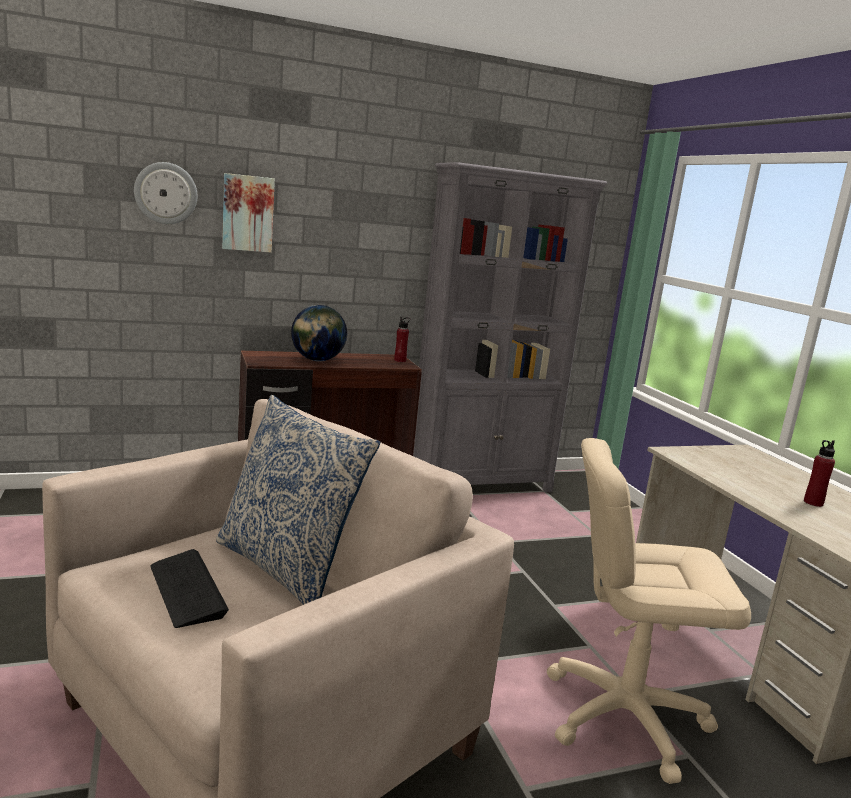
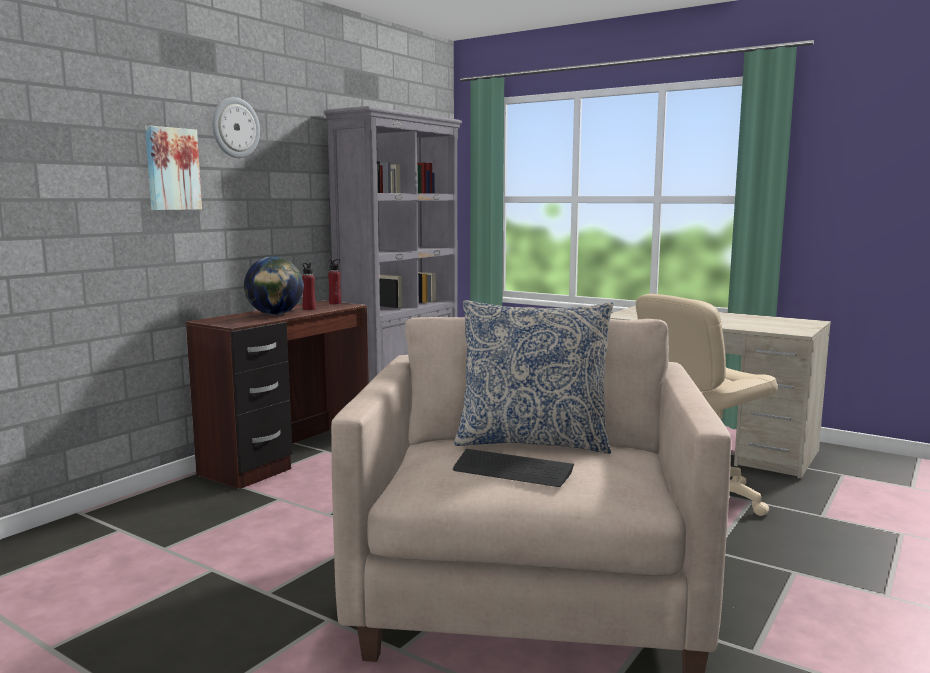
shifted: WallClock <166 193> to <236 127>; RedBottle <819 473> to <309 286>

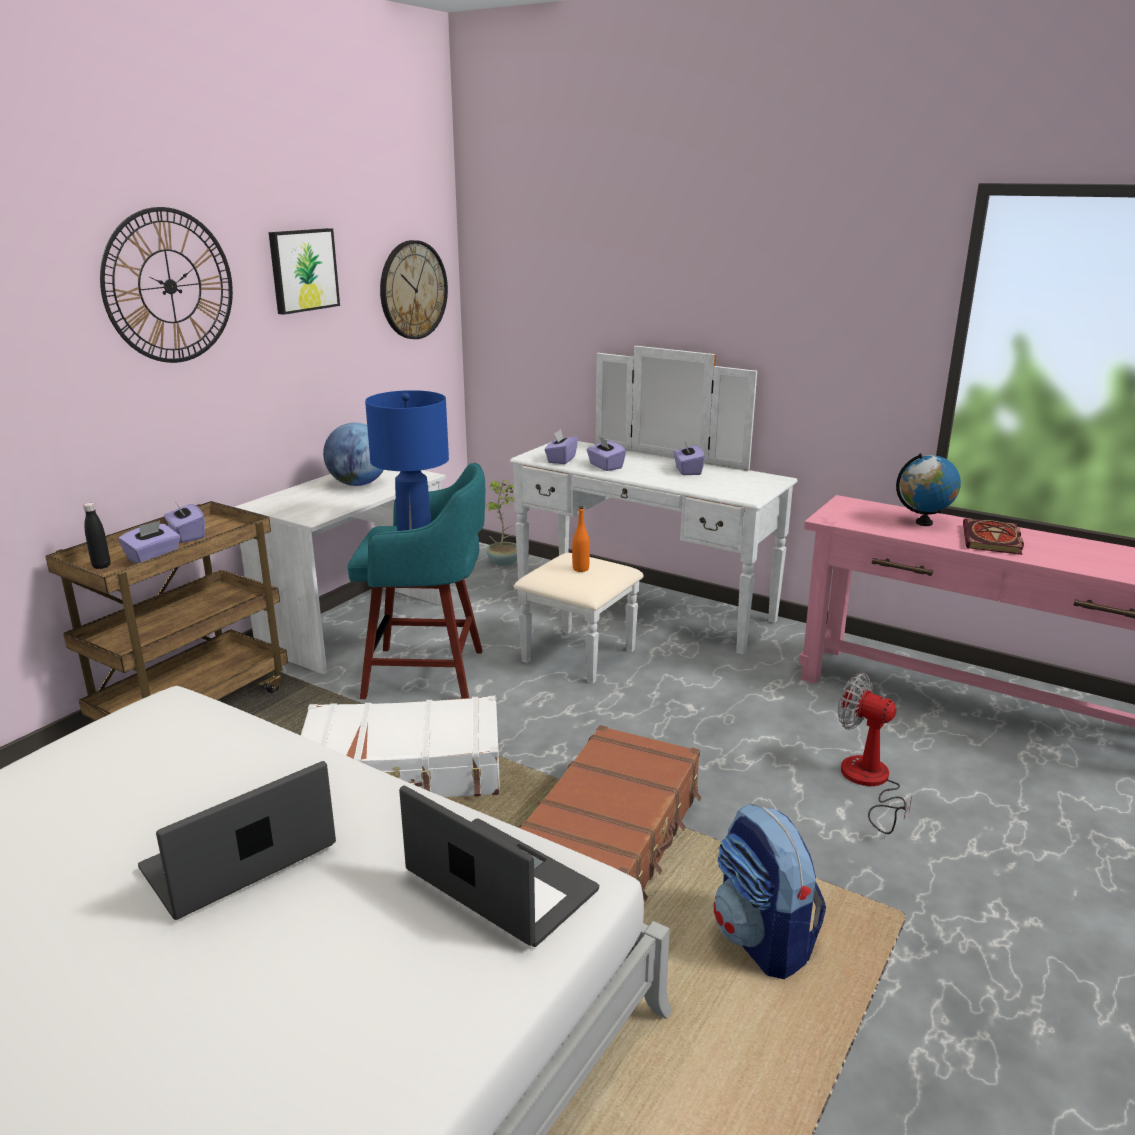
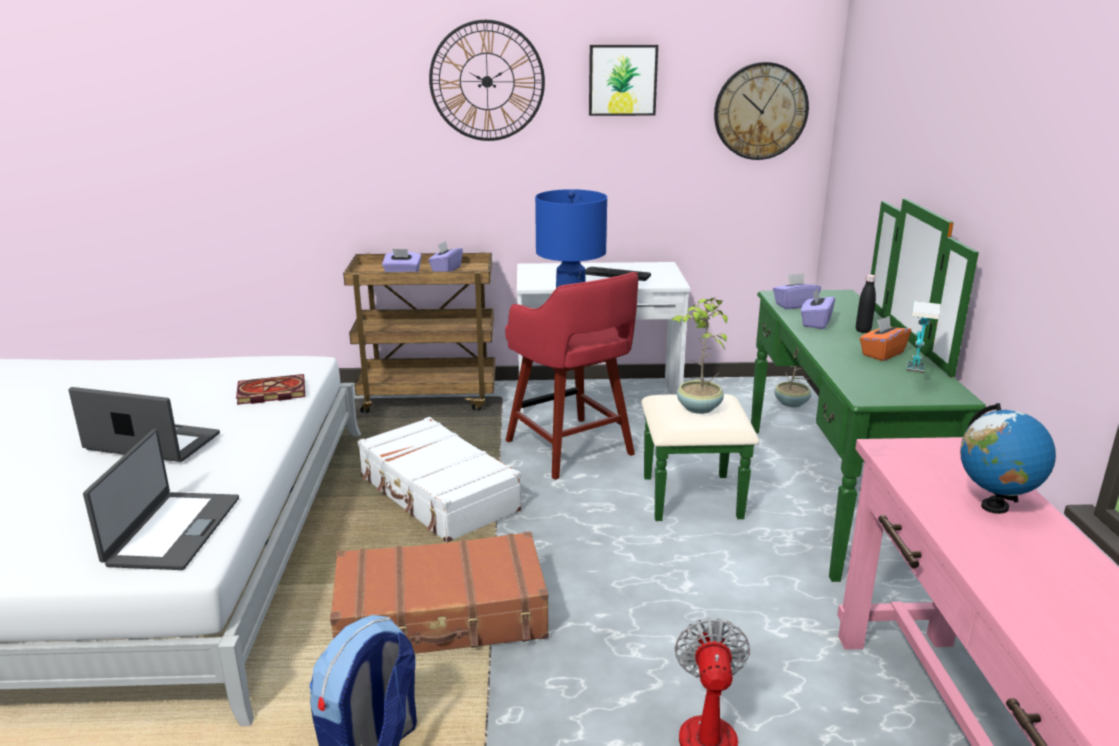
new: TableLamp <923 337>
shifted: Book <993 536> to <270 389>; BlackBottle <96 536> to <866 304>
swapped: Globe <353 454> to Keyboard <618 274>; OrangeBottle <581 539> to PottedPlant <700 355>
repainted: TurquoiseStool <416 581> to RedStool <571 376>; WhiteDresser <653 515> to GreenDresser <813 390>; PurpleTissueBox <689 458> to OrangeTissueBox <885 338>

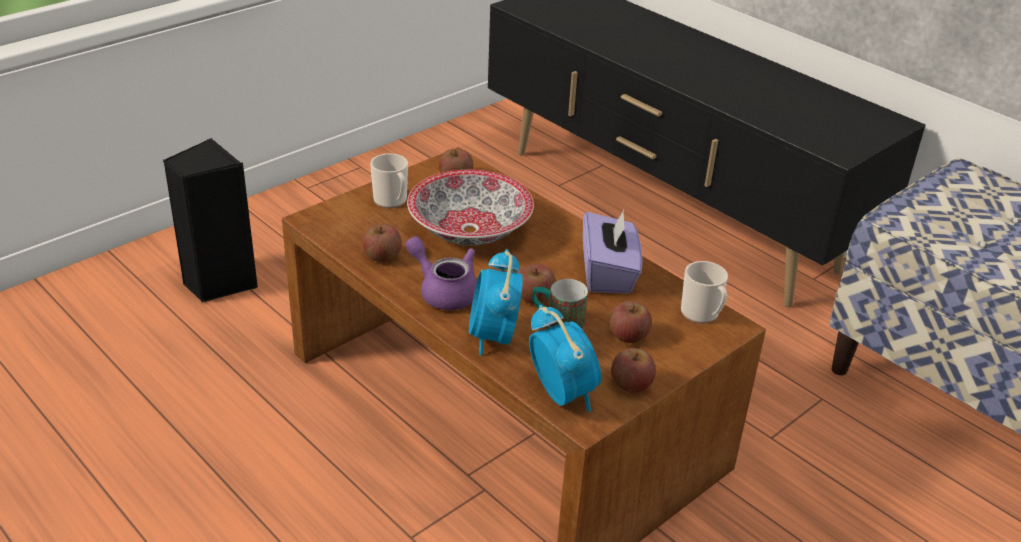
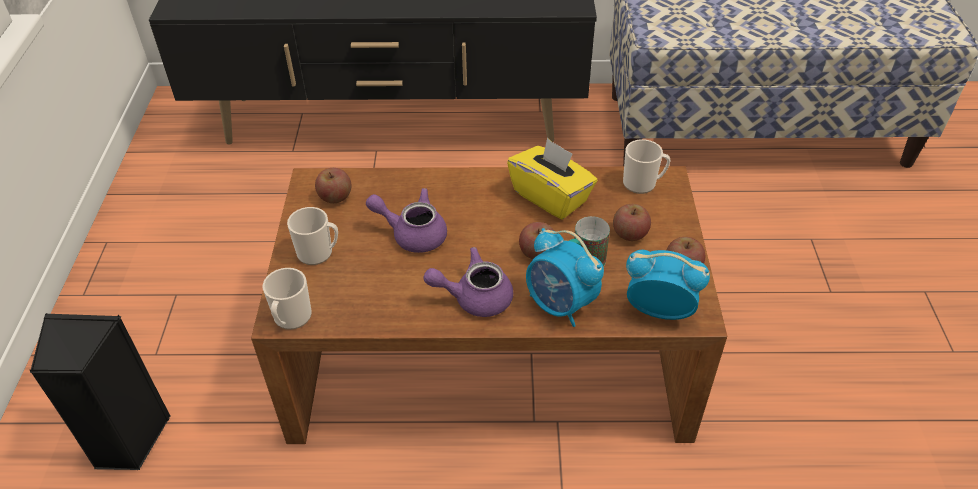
gone: Apple <382 243>
new: Mug <287 299>
swapped: Bowl <470 207> to PurpleTeapot <406 220>
repainted: PurpleTissueBox <612 252> to YellowTissueBox <552 178>

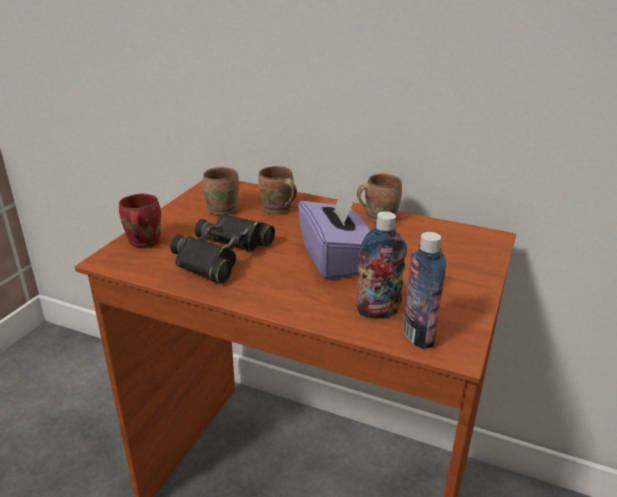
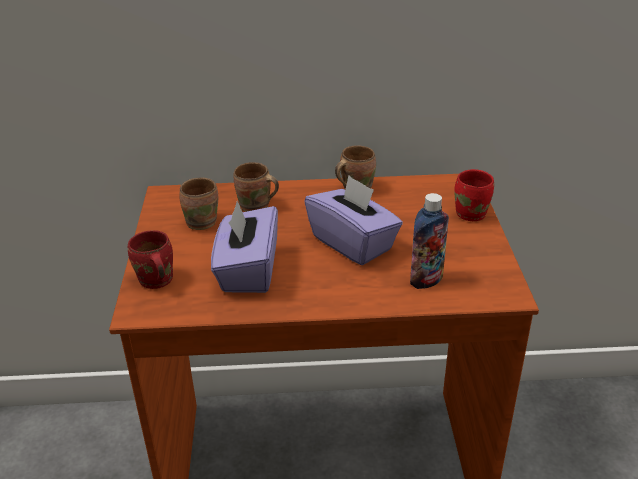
gone: Bottle <424 290>
new: RedMug <474 195>
swapped: BlackBinoculars <222 248> to PurpleTissueBox <244 247>

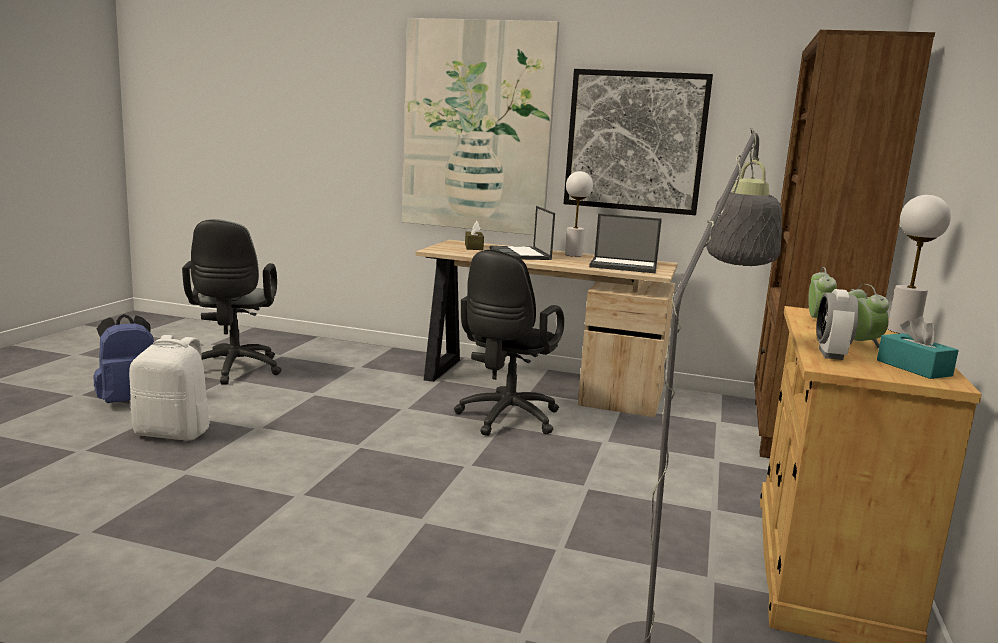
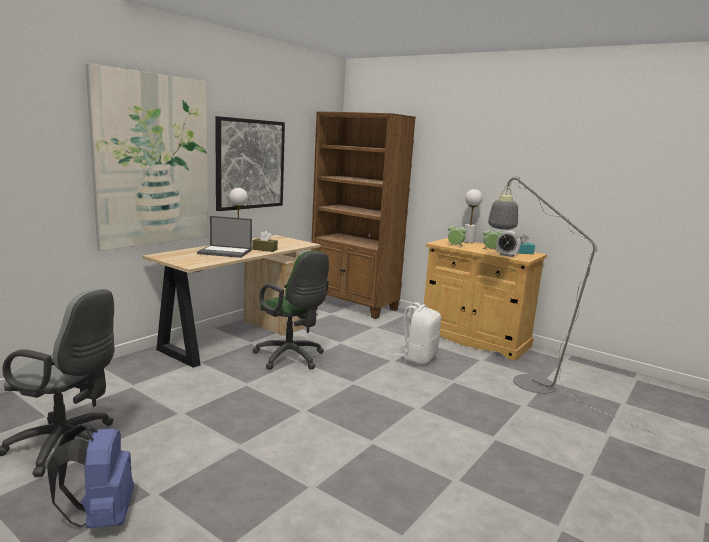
gone: Laptop <625 243>
shifted: BrownTissueBox <474 235> to <265 241>; WhiteBackpack <169 388> to <418 333>
repainted: BlackOfficeChair <509 343> to GreenOfficeChair <290 310>

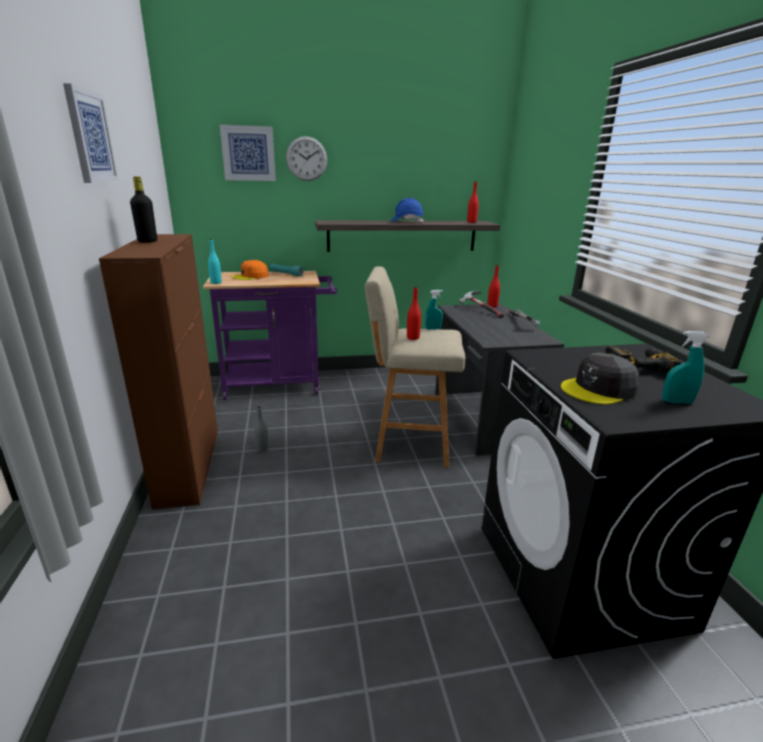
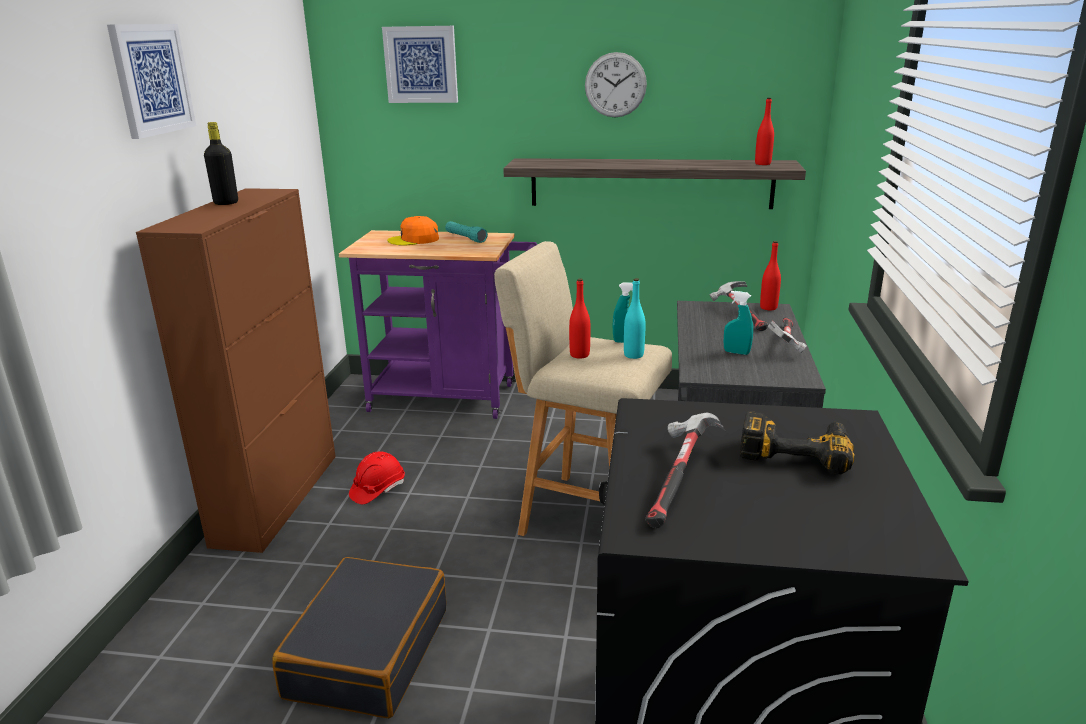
gone: BlueHardHat <407 210>
new: BlackSuitcase <359 637>
shifted: WallClock <306 158> to <616 84>; TurquoiseBottle <215 261> to <635 318>; TurquoiseSprayBottle <685 367> to <738 323>
swapped: GreyBottle <261 429> to RedHardHat <377 477>; GreyCap <600 379> to Hammer <685 470>

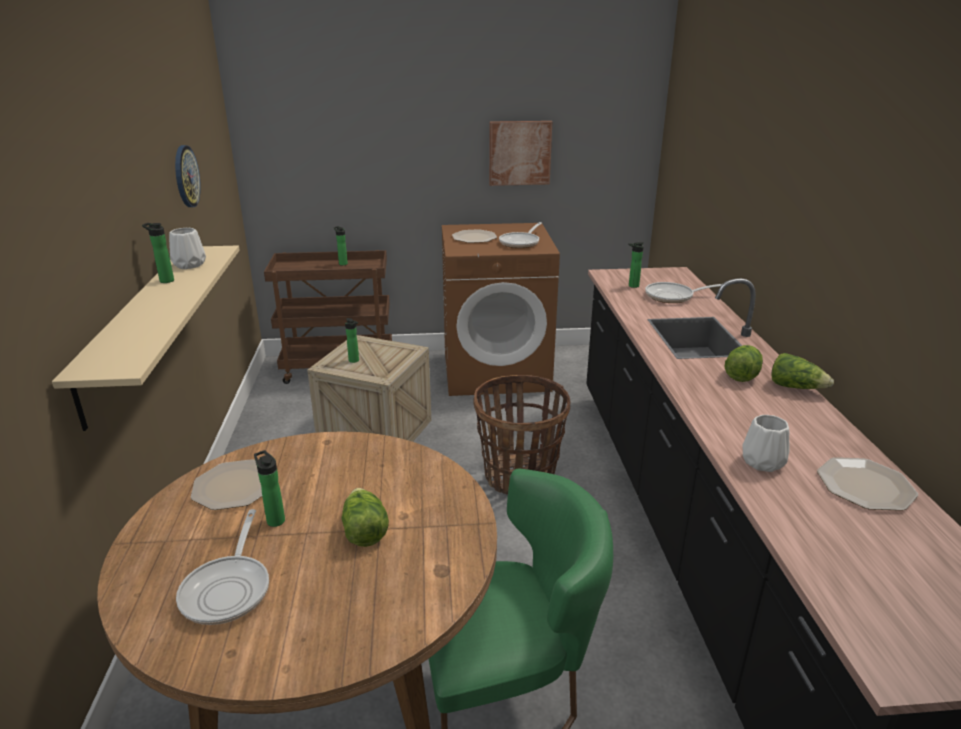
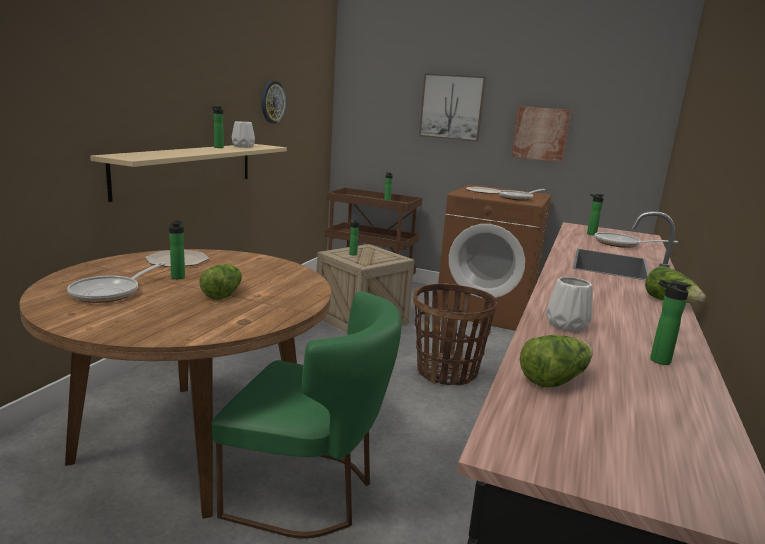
new: Picture <452 107>
shifted: Lettuce <744 363> to <556 361>
swapped: Plate <867 484> to Bottle <670 322>

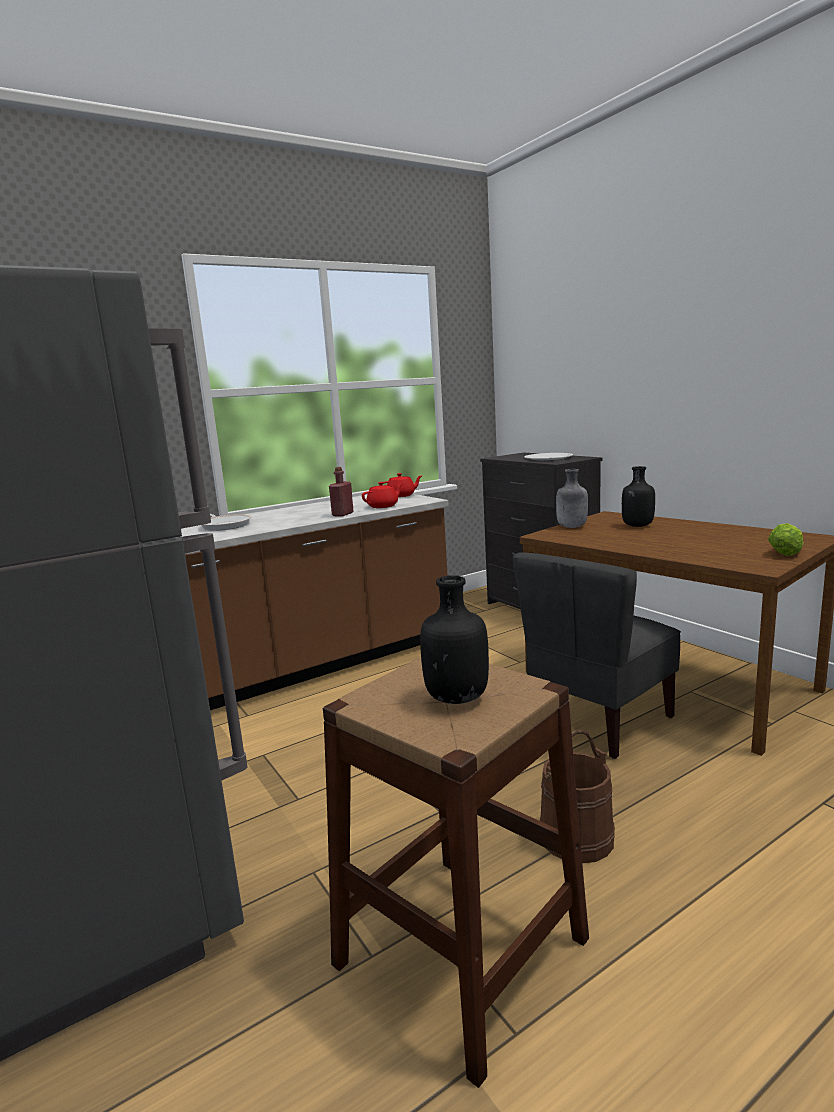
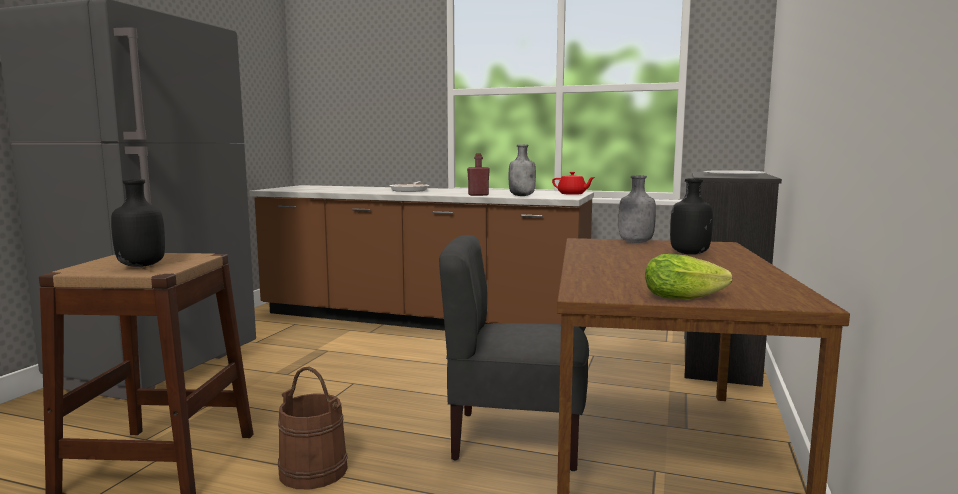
swapped: RedTeapot <382 495> to GreyBottle <522 170>

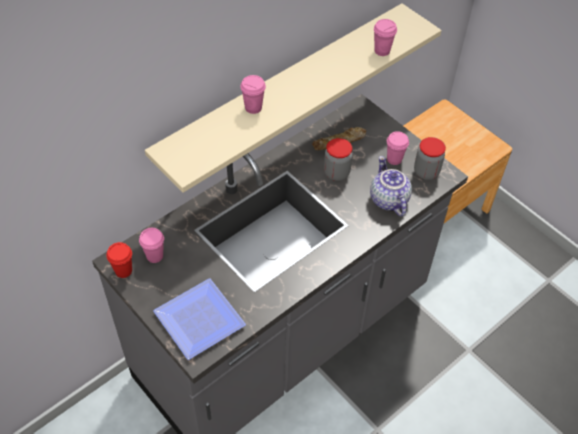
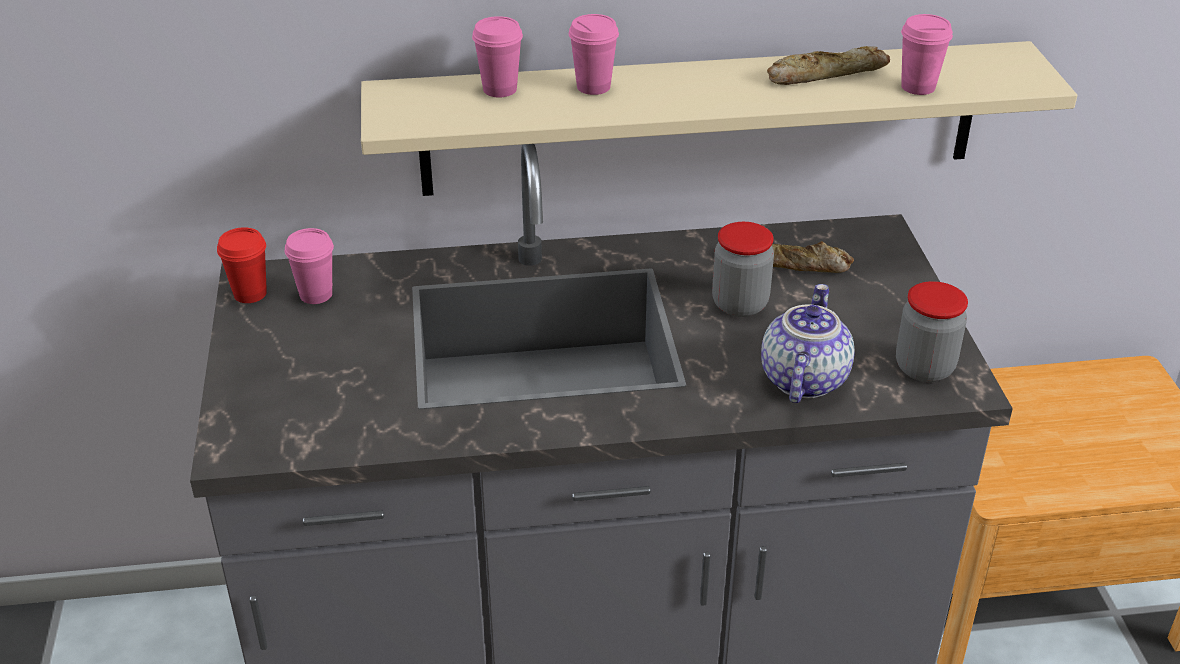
gone: Plate <199 319>
new: Bread <828 65>
shifted: PinkCup <398 148> to <497 56>

